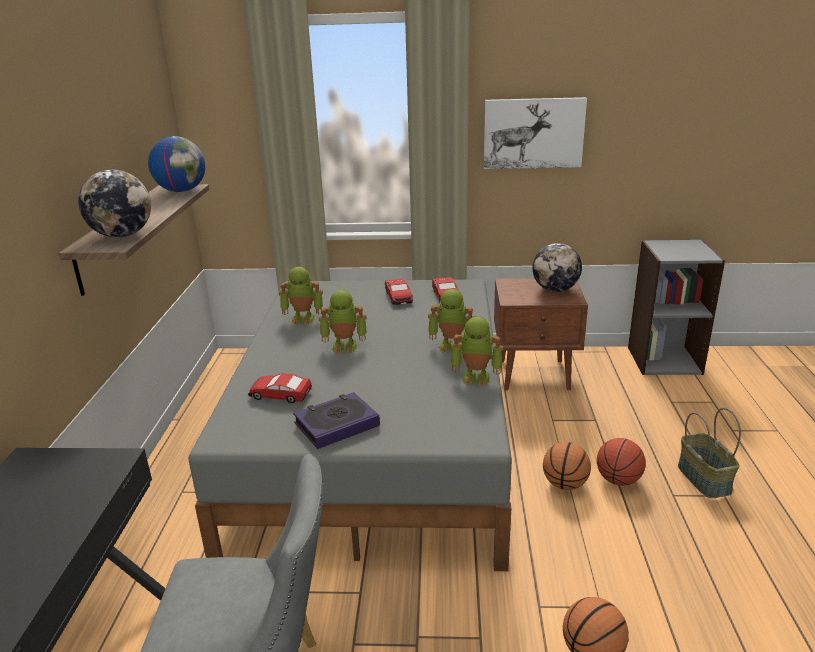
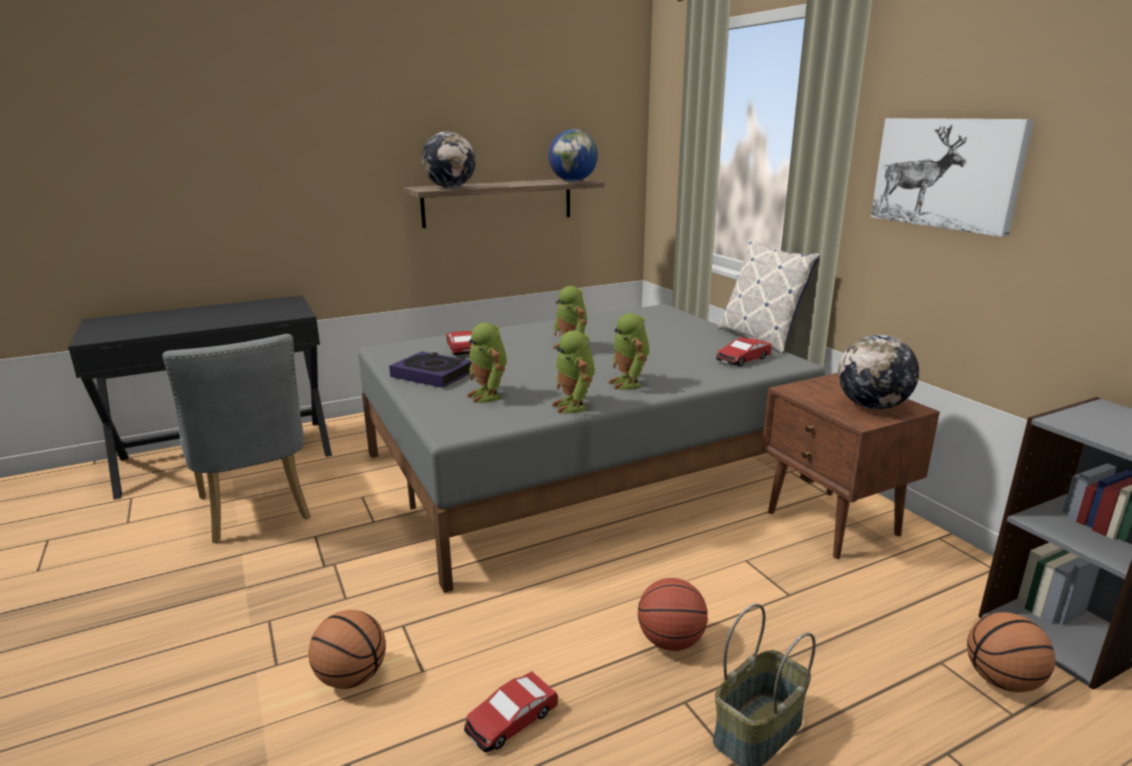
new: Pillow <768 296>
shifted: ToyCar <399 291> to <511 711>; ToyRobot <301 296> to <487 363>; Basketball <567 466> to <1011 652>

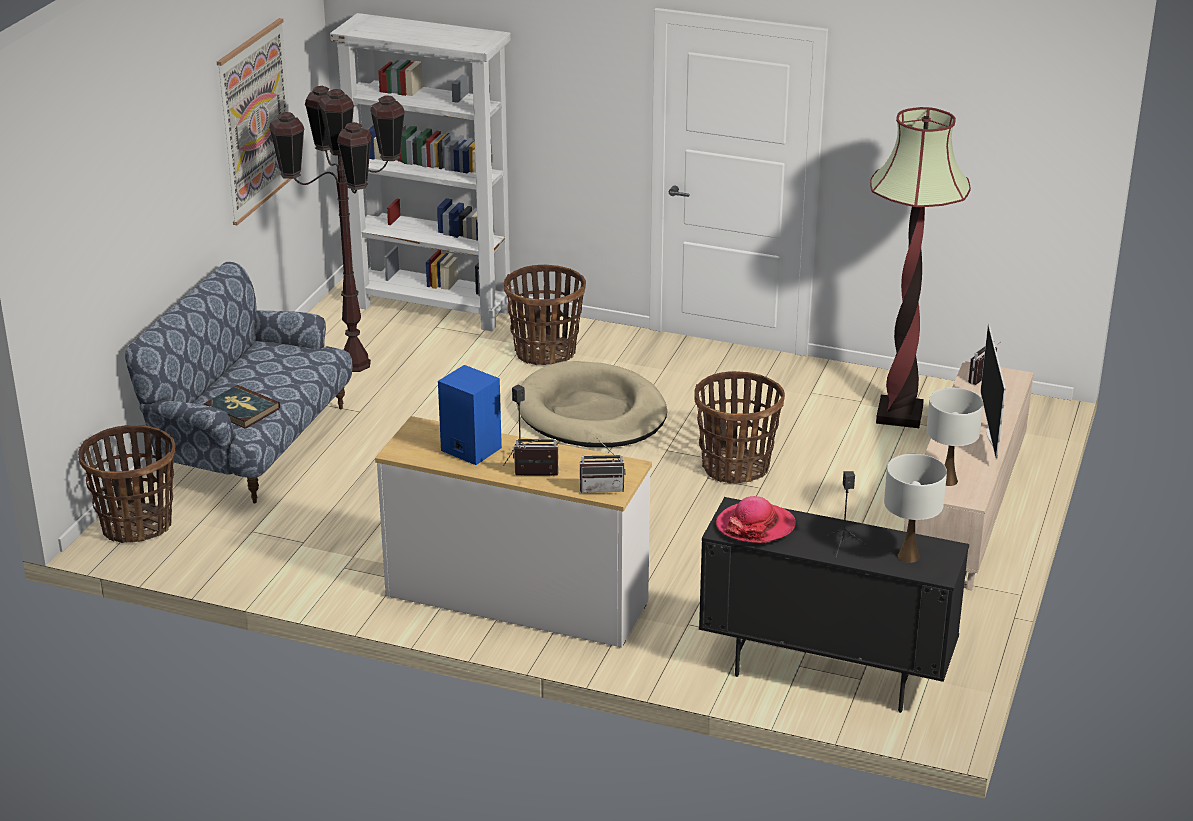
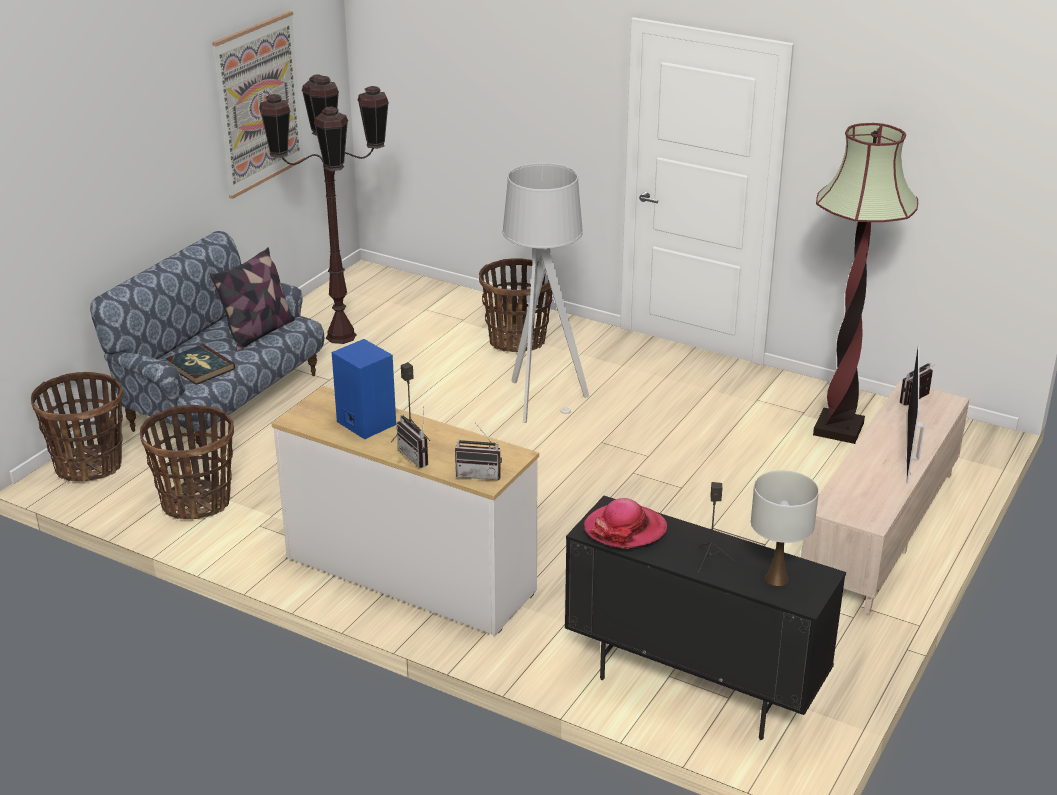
gone: WhiteBookcase <422 172>; WhiteTableLamp <954 437>
new: Pillow <252 299>
shifted: Basket <739 427> to <187 462>
swapped: BeigeDogBed <591 404> to GreyFloorLamp <545 293>
rotated: Radio <535 457> = <412 437> 135 degrees counterclockwise

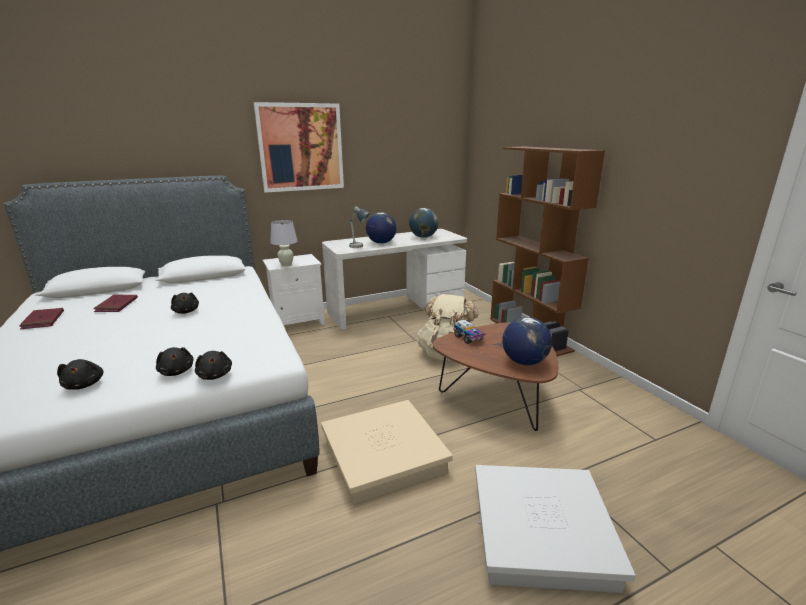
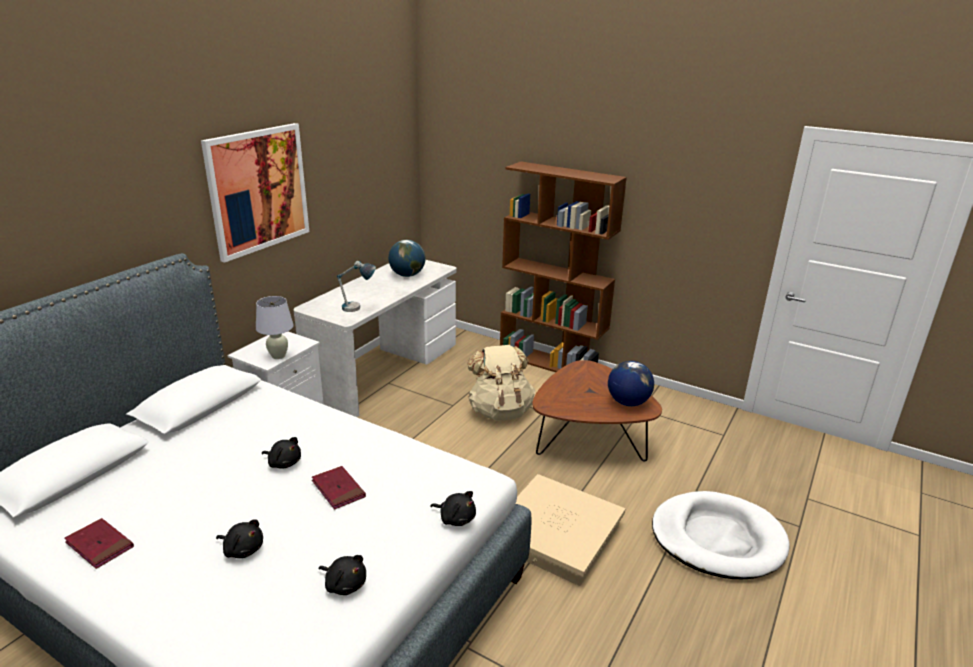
gone: Globe <381 228>; ToyTruck <469 332>
shifted: BlackPlushToy <174 361> to <239 538>; RedBook <115 303> to <339 488>
swapped: WhiteStorageBox <555 529> to WhiteDogBed <720 535>

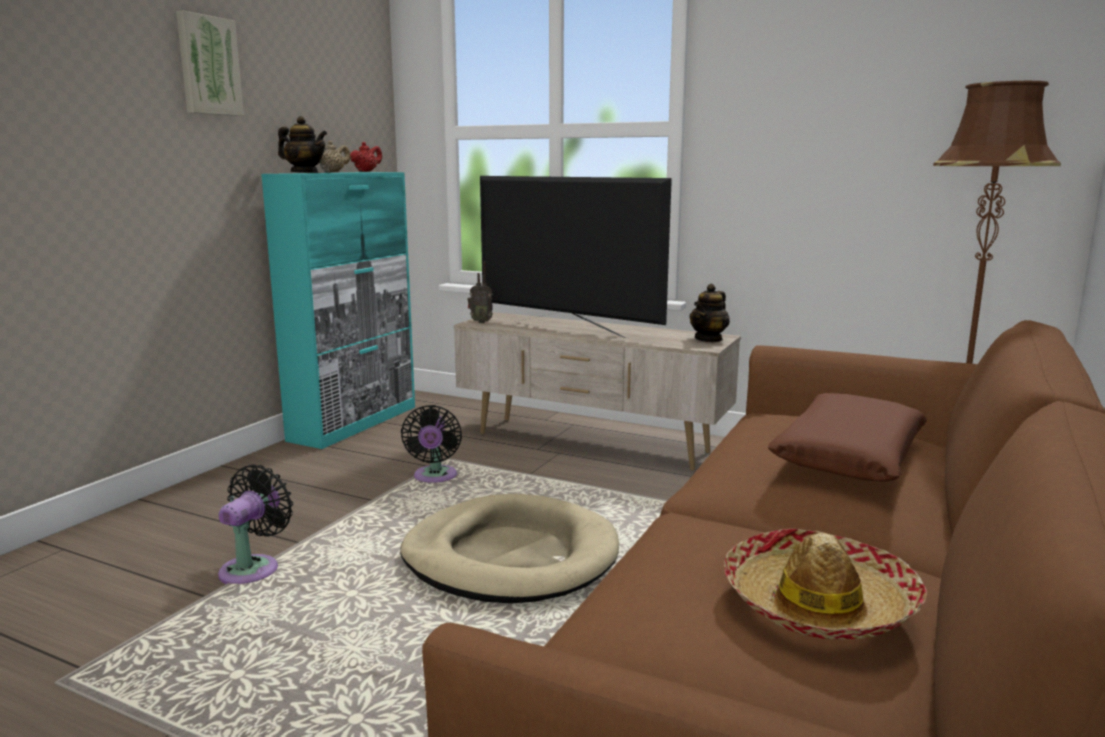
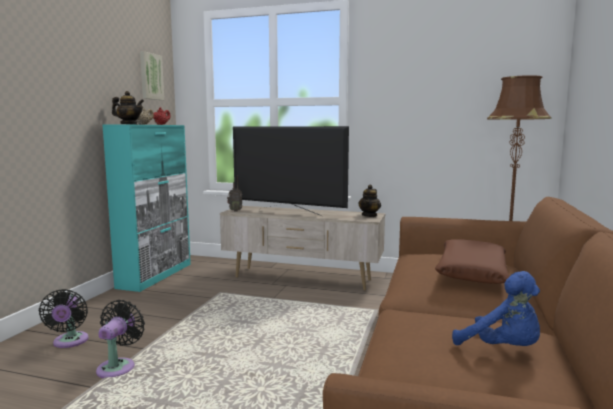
gone: BeigeDogBed <509 548>
shifted: BlackFan <431 444> to <64 318>; Picture <210 63> to <152 75>
swapped: Hat <825 584> to BluePlushToy <496 308>

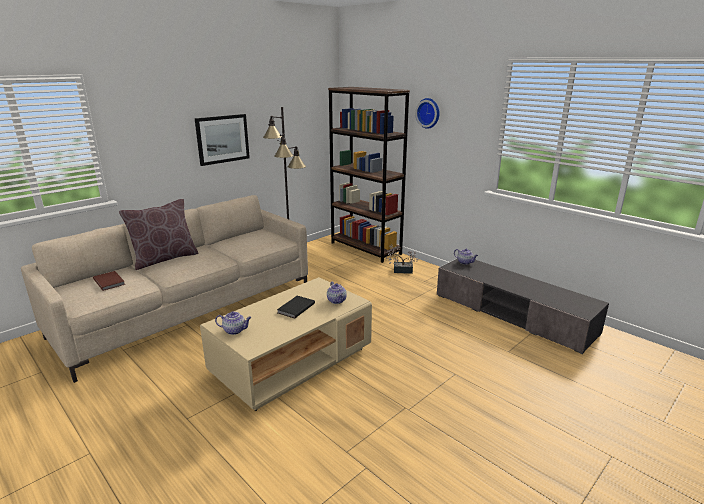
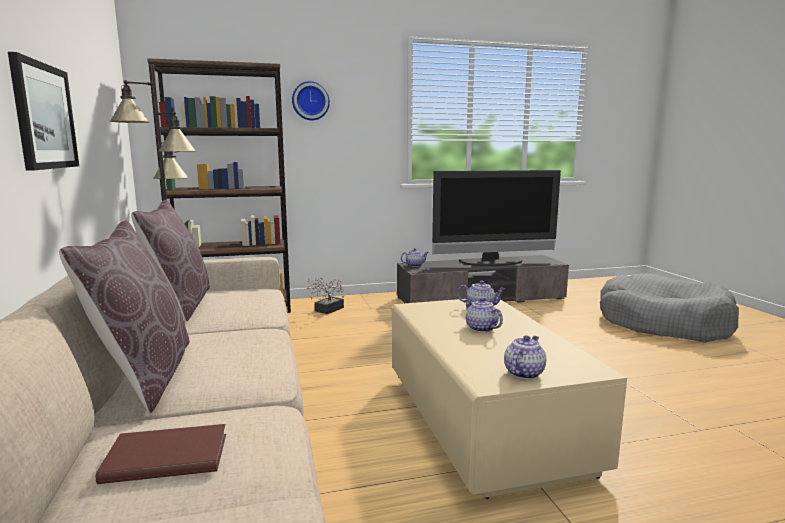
new: BrownPillow <170 261>; Television <496 218>; GreyDogBed <669 308>
swapped: BlackBook <296 307> to Teapot <483 315>

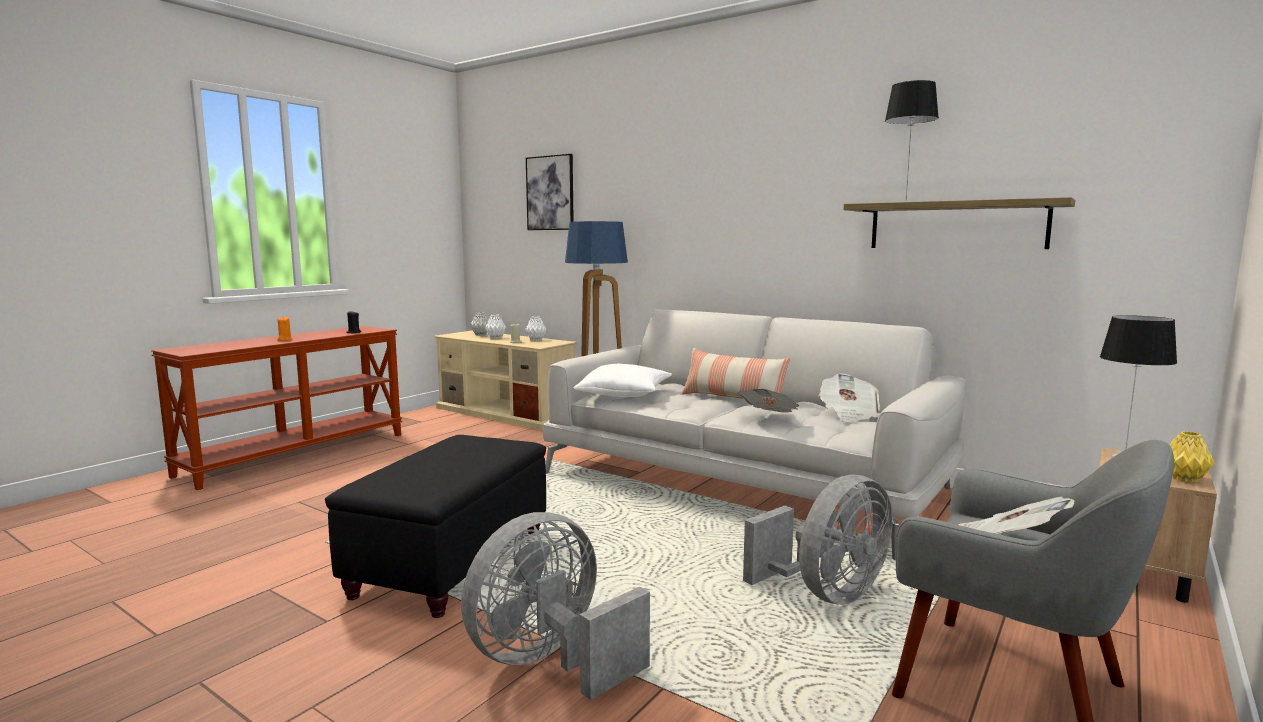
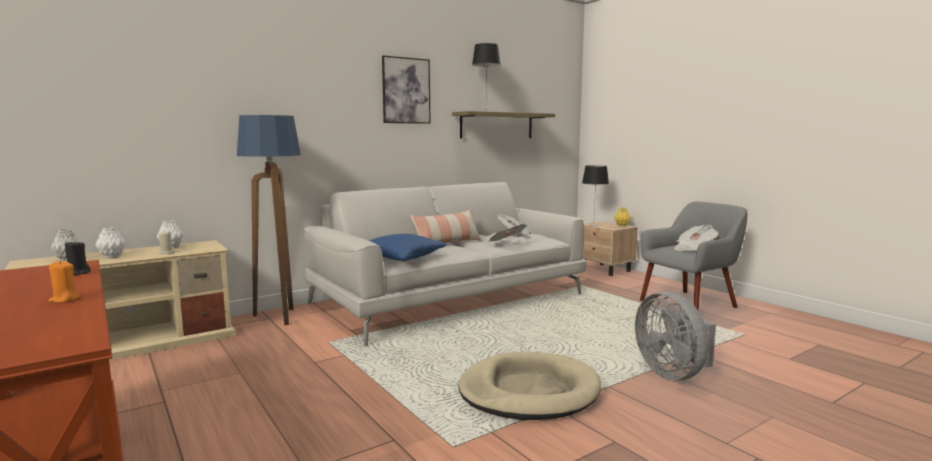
gone: GreyFan <818 539>
shifted: Picture <550 192> to <406 89>
swapped: BlackOttoman <435 526> to BeigeDogBed <530 386>
repainted: WhitePillow <623 380> to BluePillow <408 247>

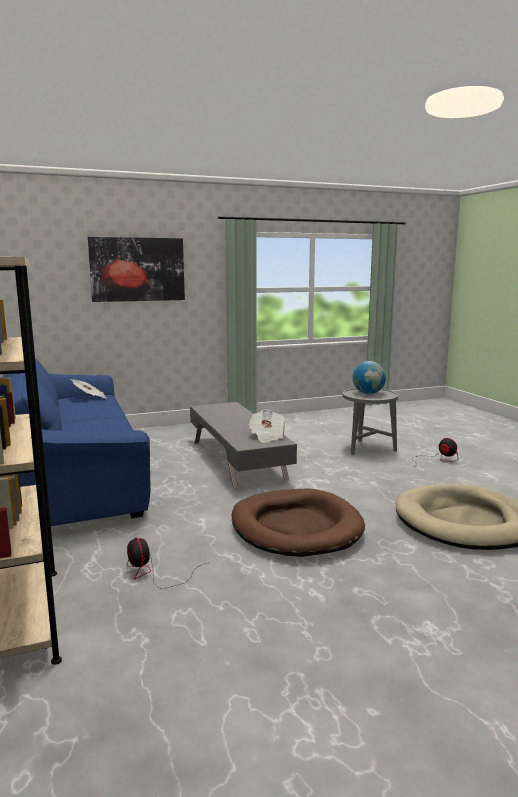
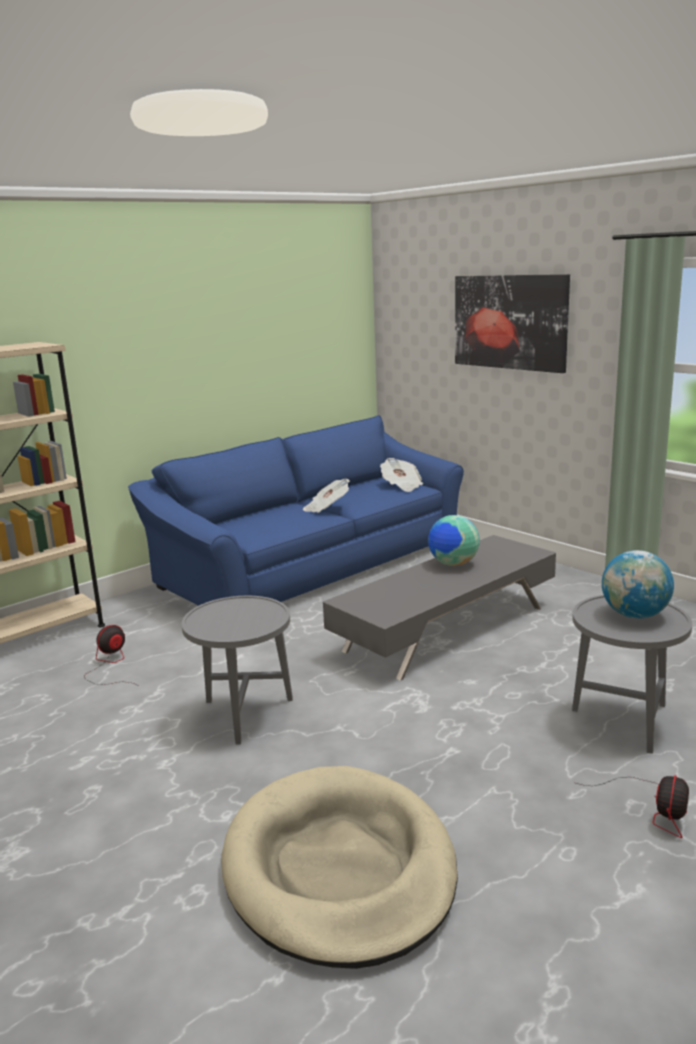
new: Globe <454 540>
shifted: Newspaper <267 426> to <326 496>
swapped: BrownDogBed <298 523> to GreySideTable <237 670>

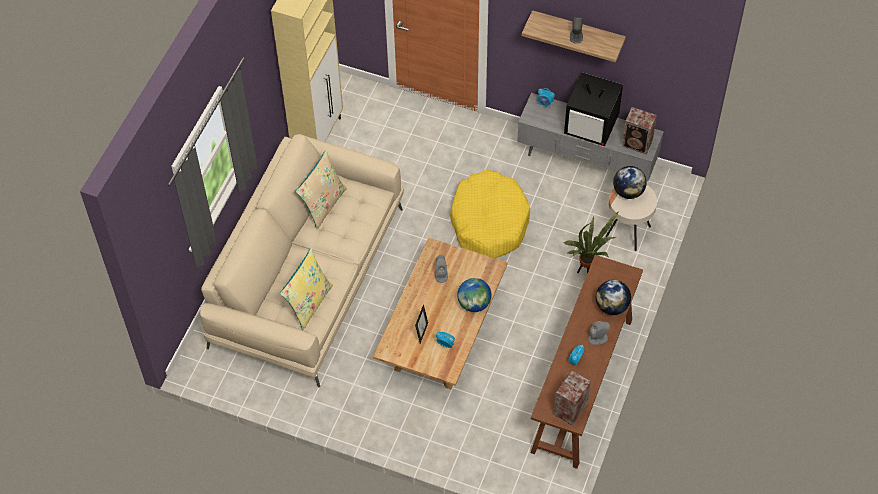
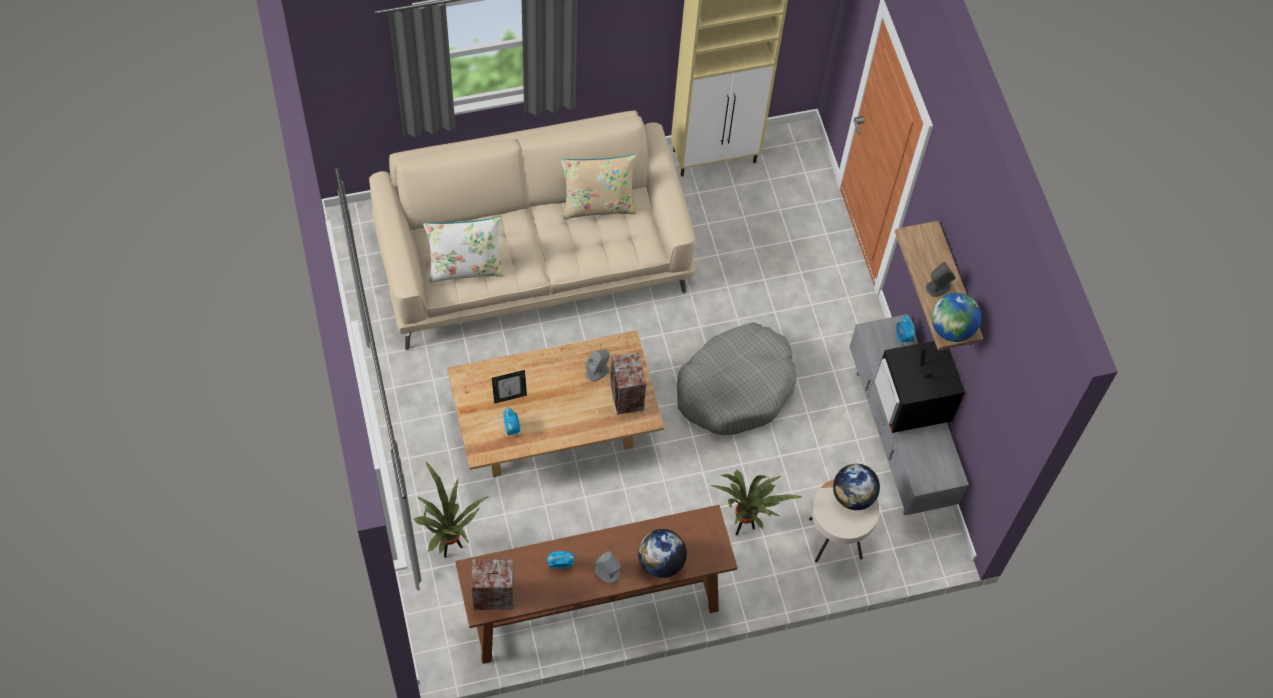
new: PottedPlant <451 509>
shifted: Speaker <639 130> to <628 383>; Globe <474 295> to <956 317>
repainted: YellowPillow <306 289> to WhitePillow <464 250>; YellowDogBed <490 214> to GreyDogBed <737 378>

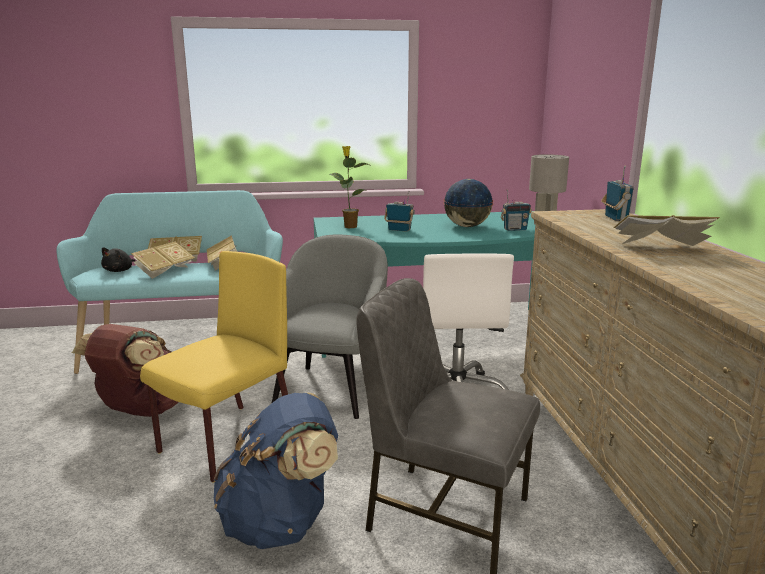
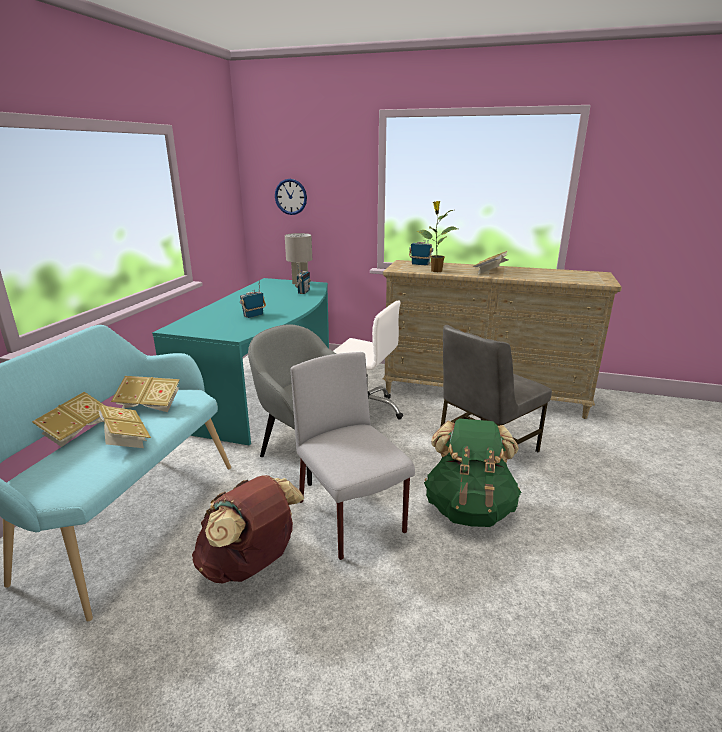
gone: BlackPlushToy <118 259>; Globe <468 203>
new: WallClock <291 197>
shifted: PottedPlant <349 187> to <437 236>
repainted: YellowChair <214 367> to GreyChair <352 456>; BlueBackpack <276 470> to GreenBackpack <472 473>

